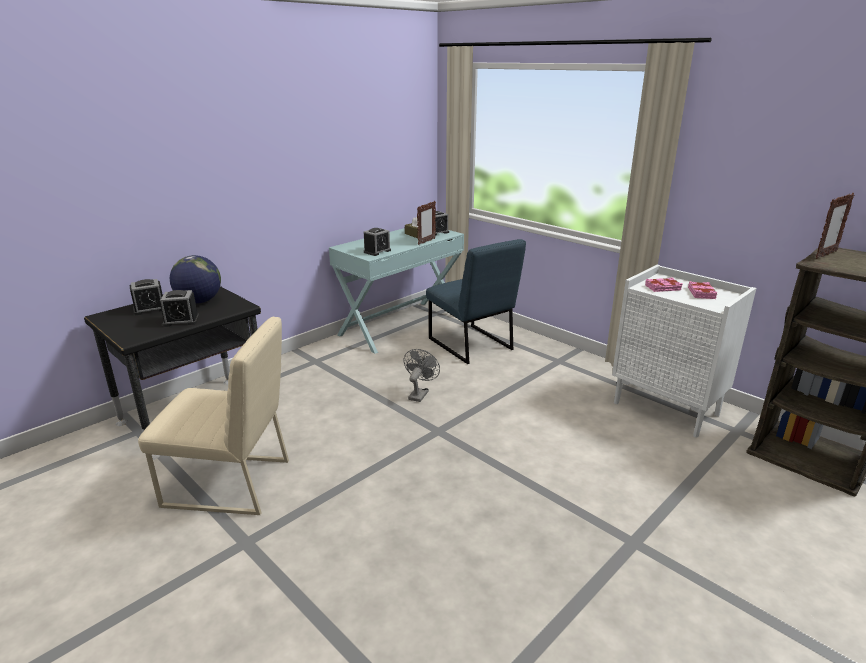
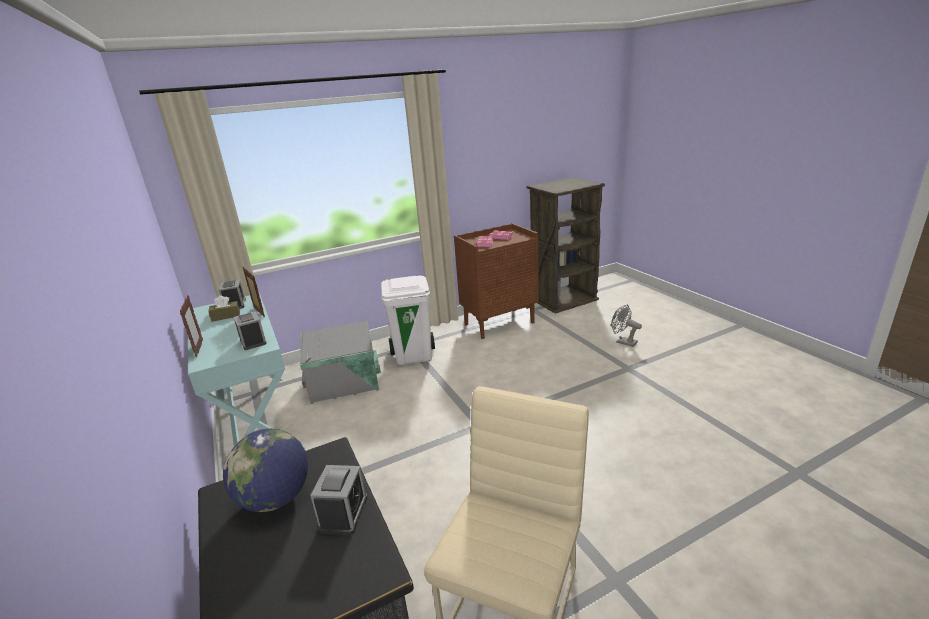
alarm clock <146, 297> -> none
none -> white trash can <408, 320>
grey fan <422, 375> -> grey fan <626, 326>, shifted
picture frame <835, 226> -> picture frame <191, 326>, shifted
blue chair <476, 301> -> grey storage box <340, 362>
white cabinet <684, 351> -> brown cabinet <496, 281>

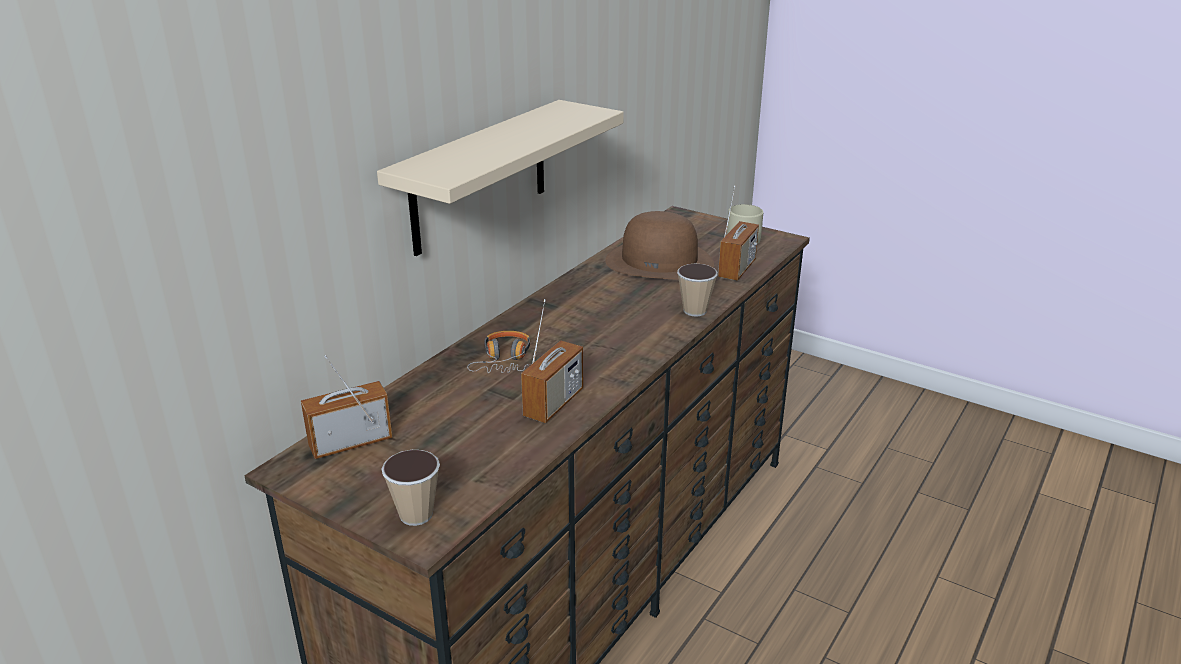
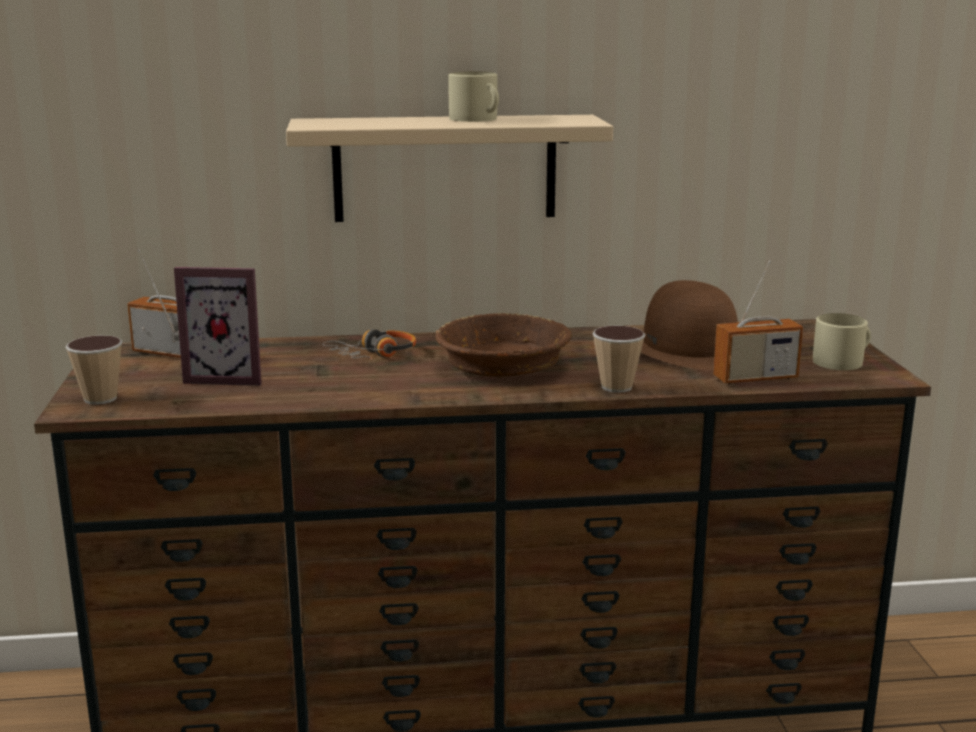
radio <552, 361> -> none
none -> picture frame <217, 326>
none -> brown bowl <503, 345>
none -> beige mug <473, 96>

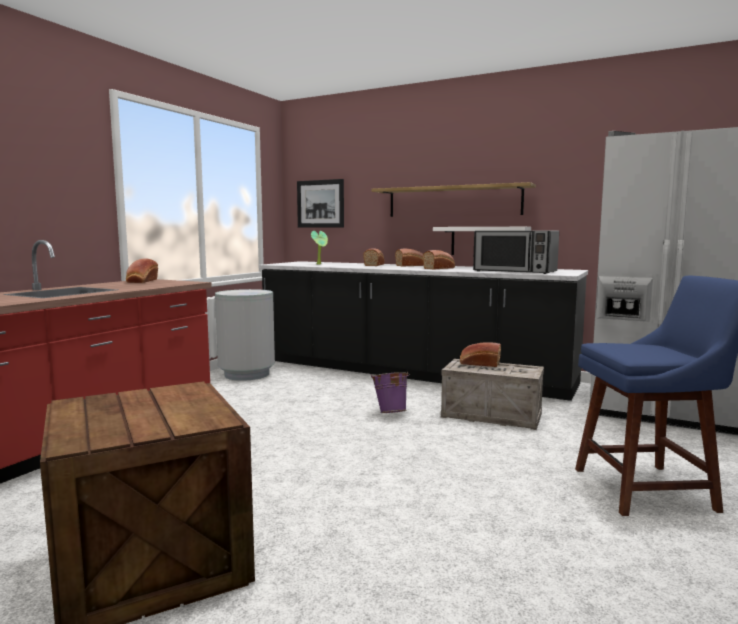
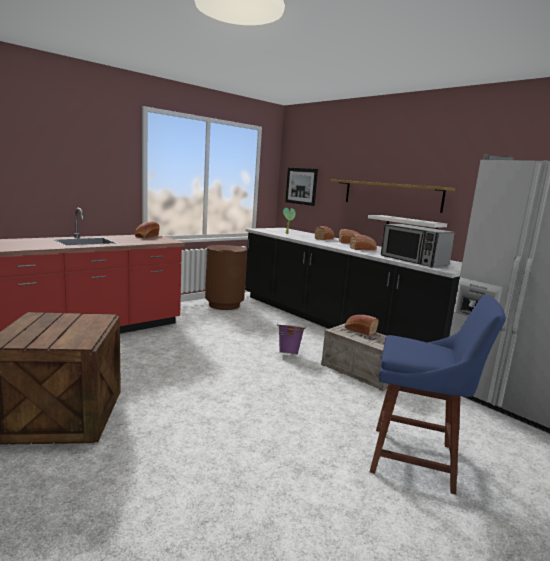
grey trash can <245, 335> -> brown trash can <226, 277>

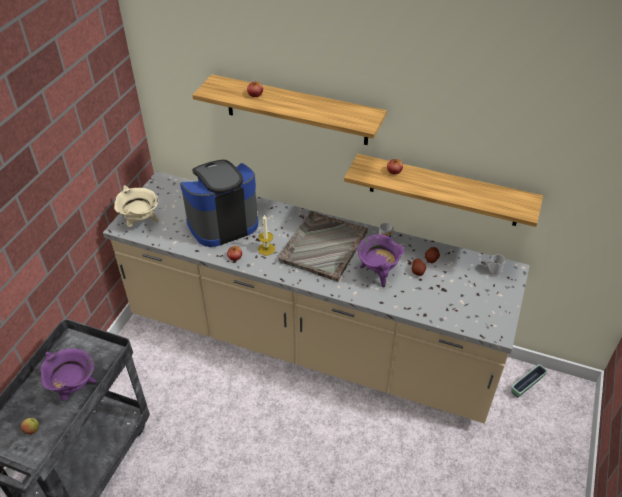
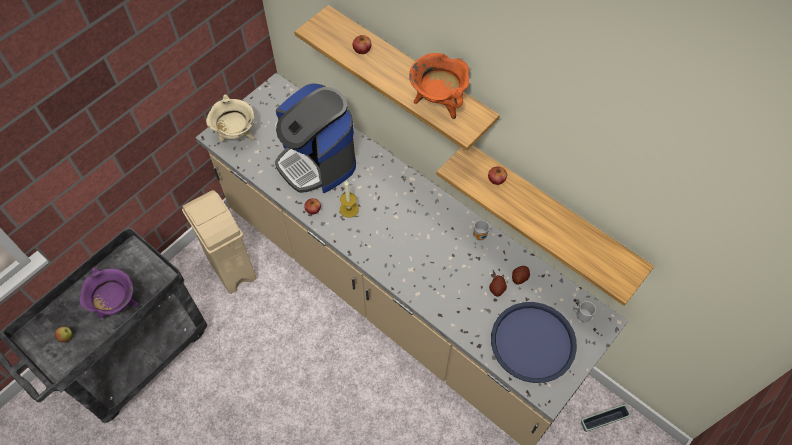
grey tray <323, 246> -> none
purple cooking pot <380, 260> -> none
none -> beige trash can <219, 242>
none -> orange cooking pot <439, 86>
none -> blue tray <534, 342>
coffee machine <219, 203> -> coffee machine <315, 138>, 120 degrees counterclockwise

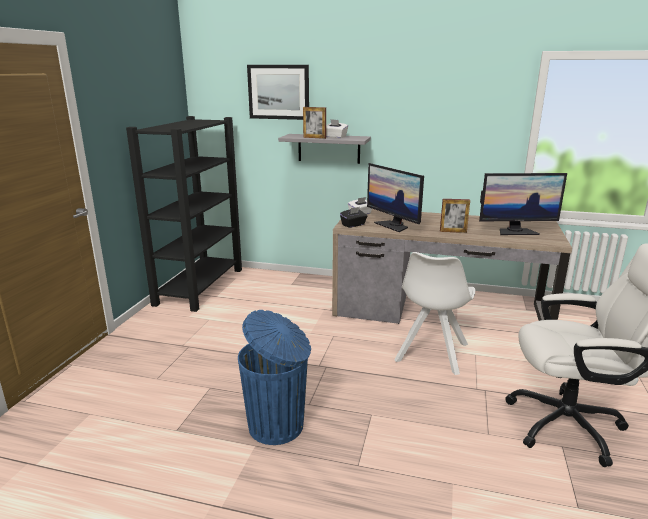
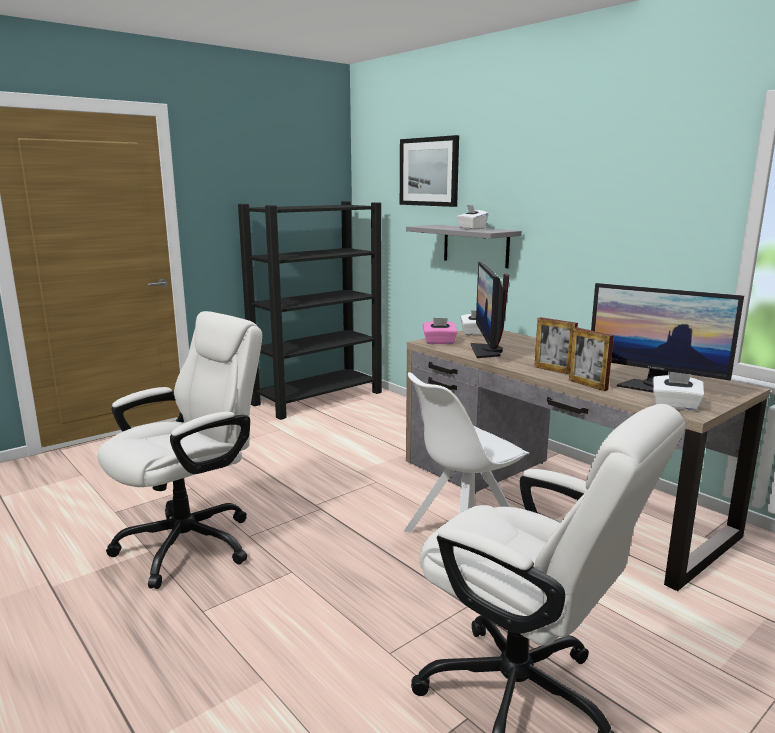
none -> white tissue box <678, 391>
picture frame <314, 123> -> picture frame <591, 359>, shifted
blue trash can <274, 377> -> white office chair <179, 450>
black tissue box <353, 217> -> pink tissue box <440, 331>

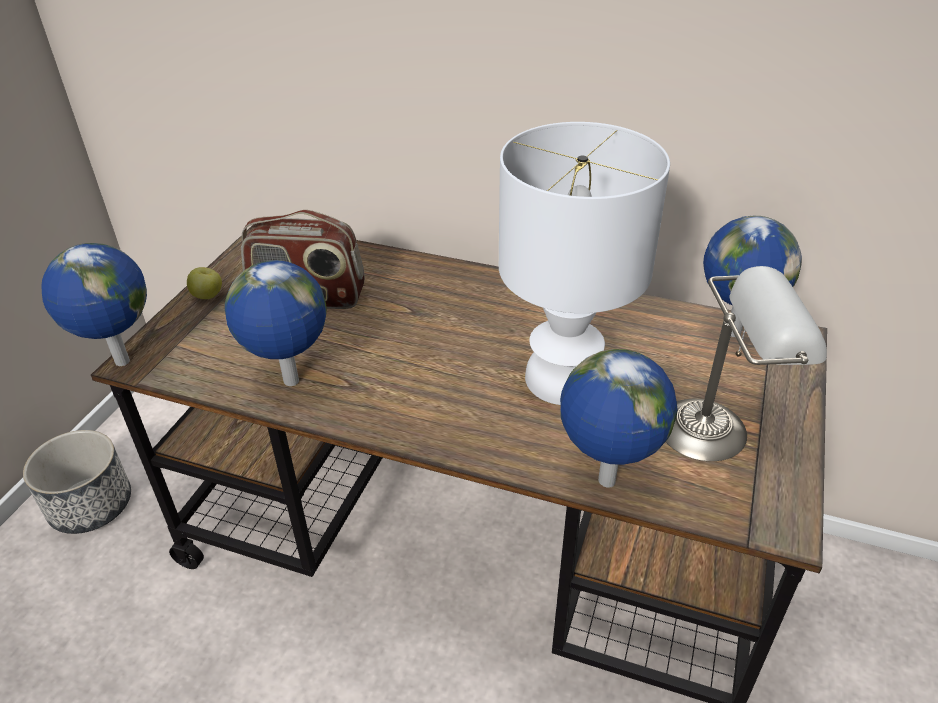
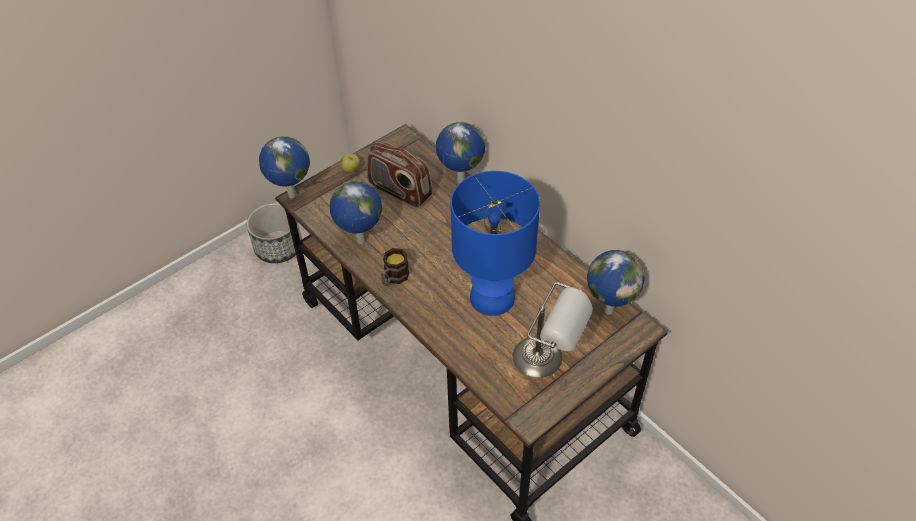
none -> mug <395, 267>
globe <618, 418> -> globe <460, 152>, shifted
white table lamp <584, 263> -> blue table lamp <495, 243>

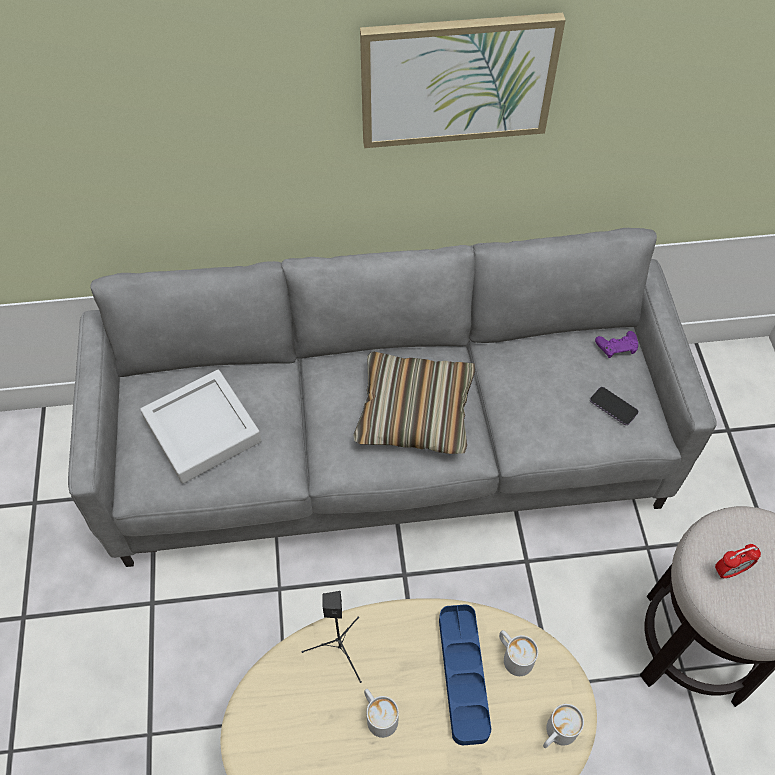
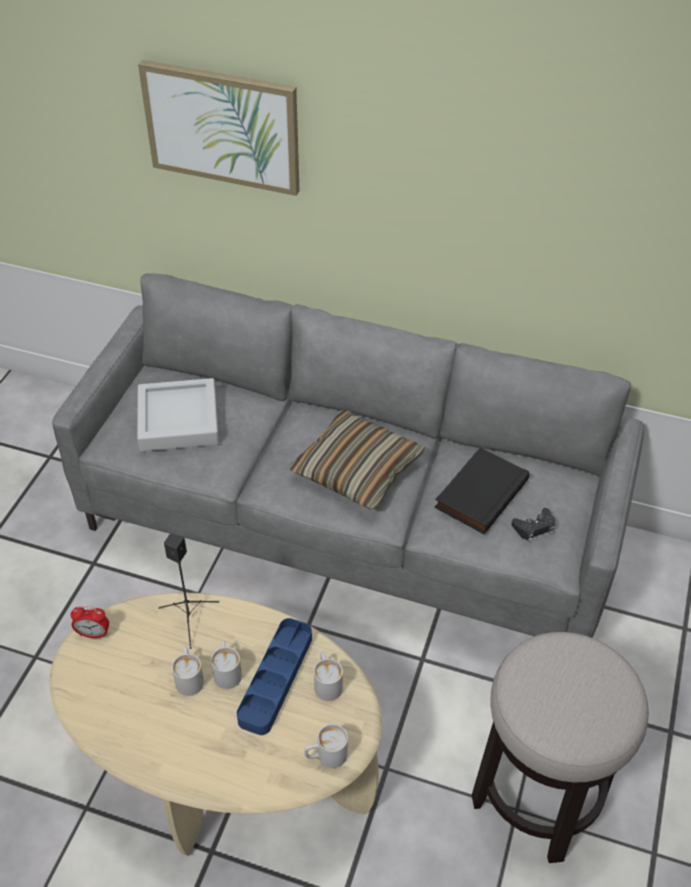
purple game controller <616, 344> -> none
none -> white mug <226, 664>
none -> black book <481, 490>
picture <463, 80> -> picture <219, 128>, shifted
alarm clock <738, 561> -> alarm clock <89, 622>, shifted
phone <614, 406> -> black game controller <533, 525>

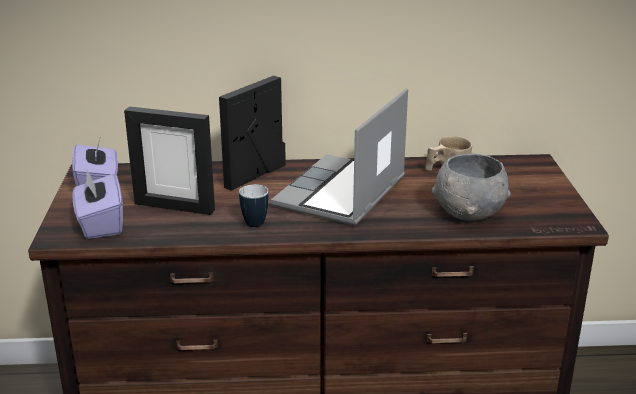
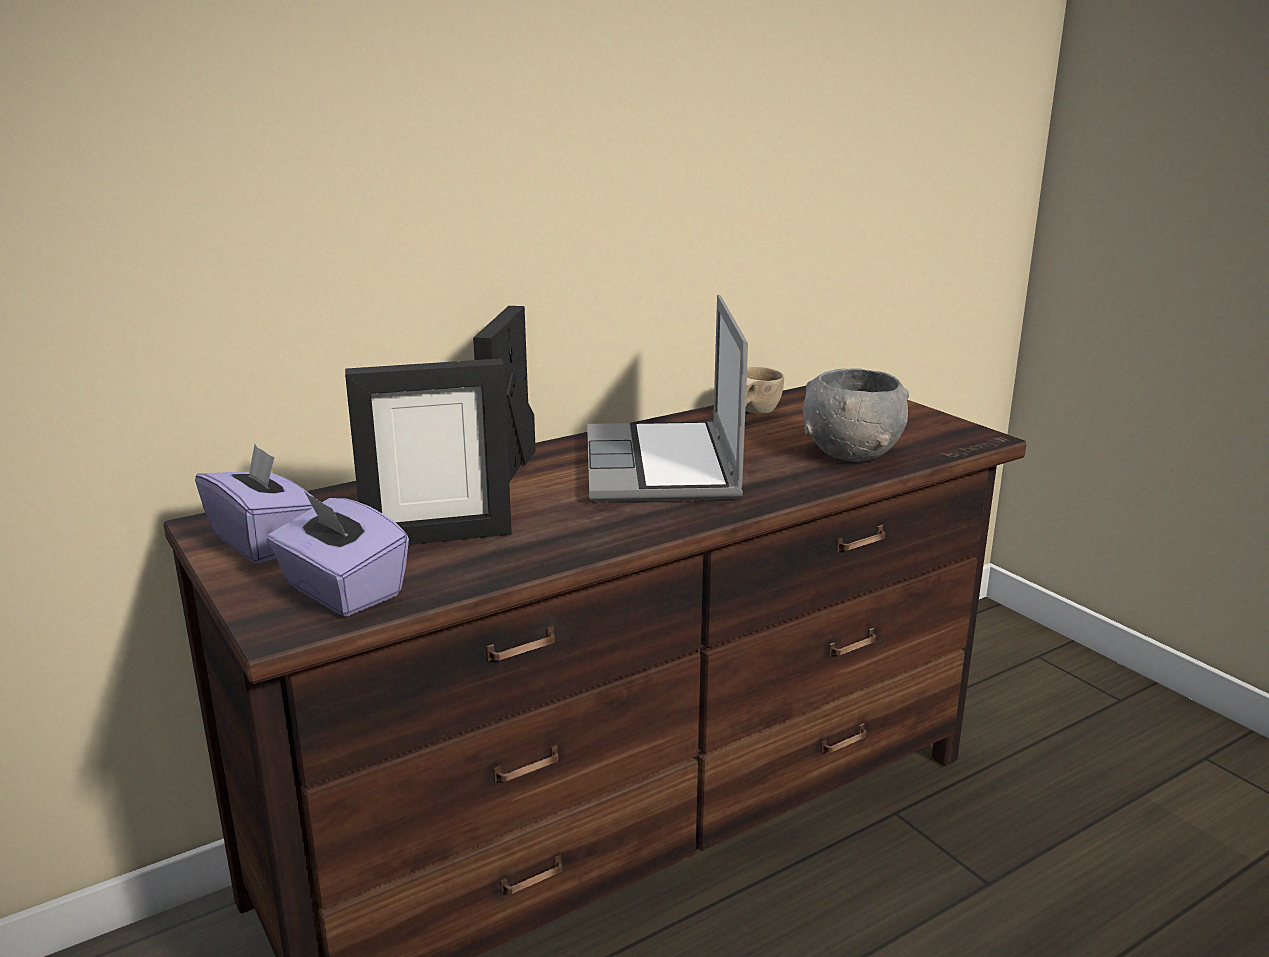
mug <254, 205> -> none

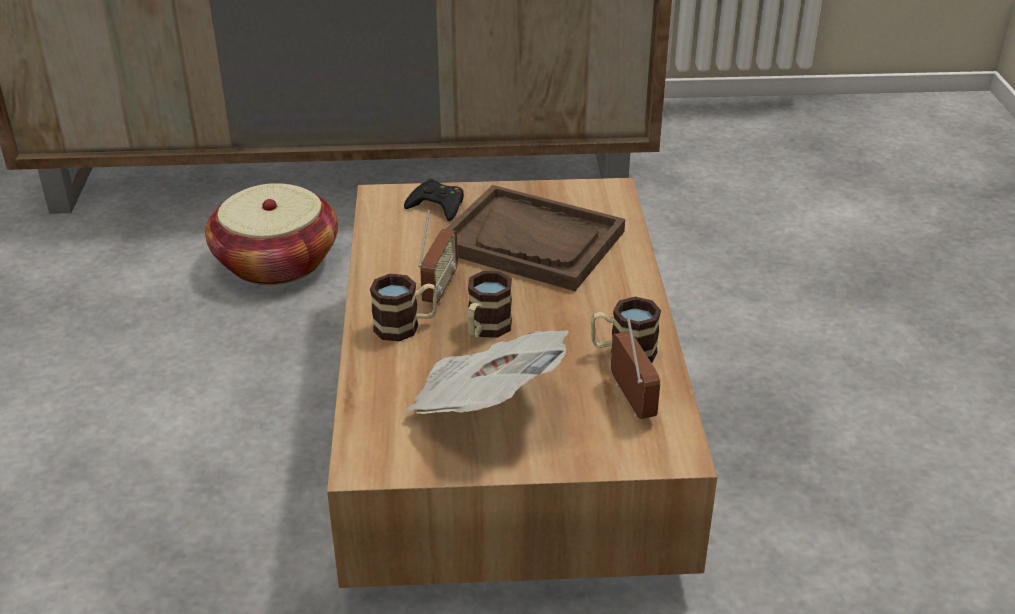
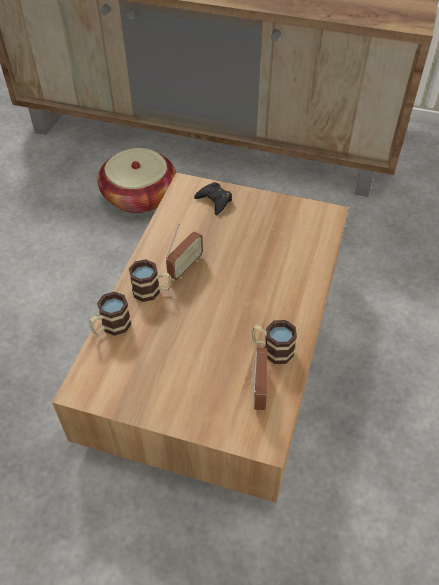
newspaper <487, 372> -> none
brown tray <535, 238> -> none
mug <489, 304> -> mug <110, 314>, shifted

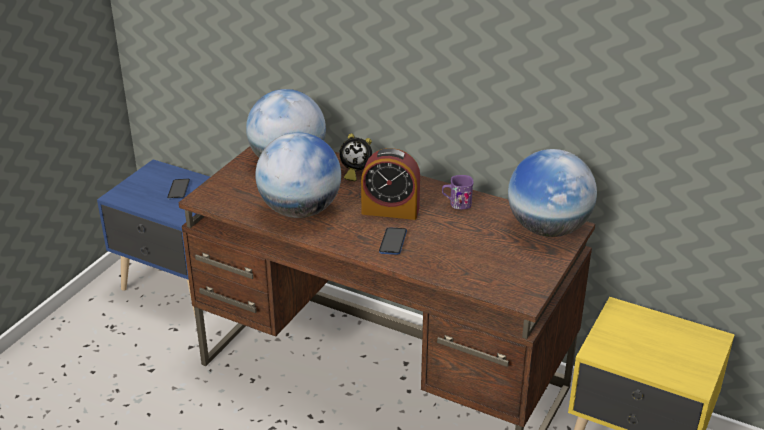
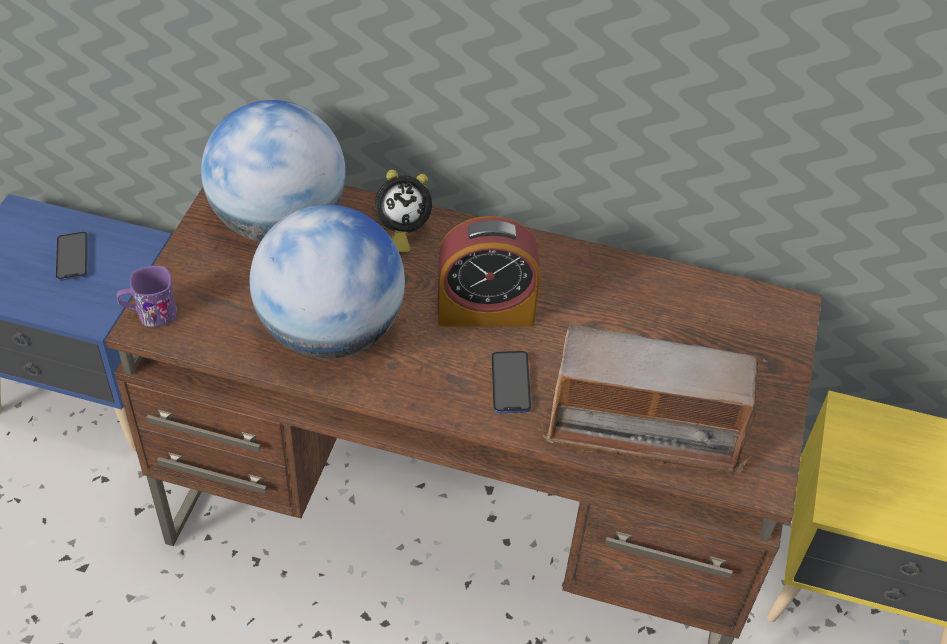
globe <552, 193> -> none
none -> radio <653, 401>
purple mug <458, 192> -> purple mug <146, 296>, shifted

